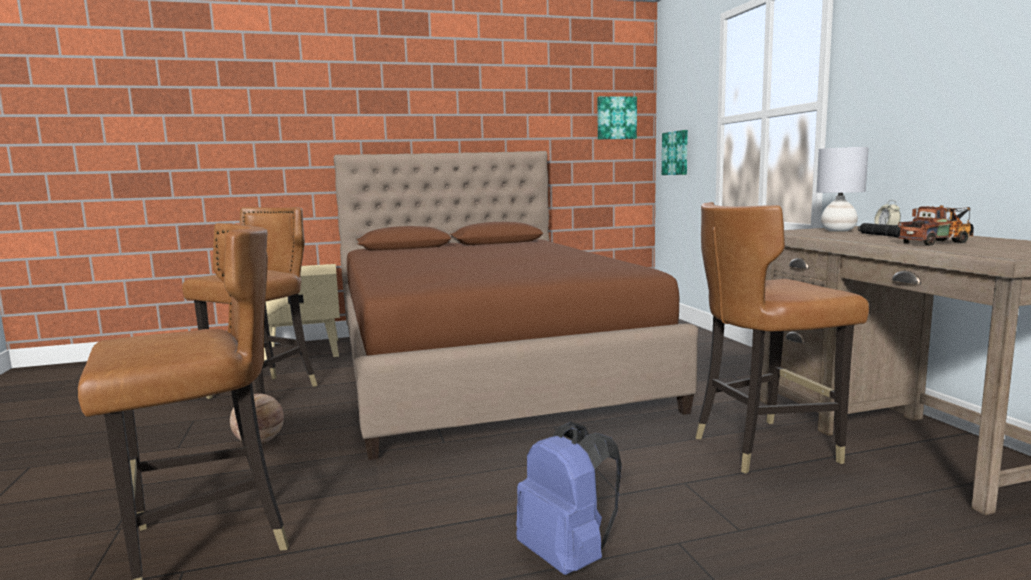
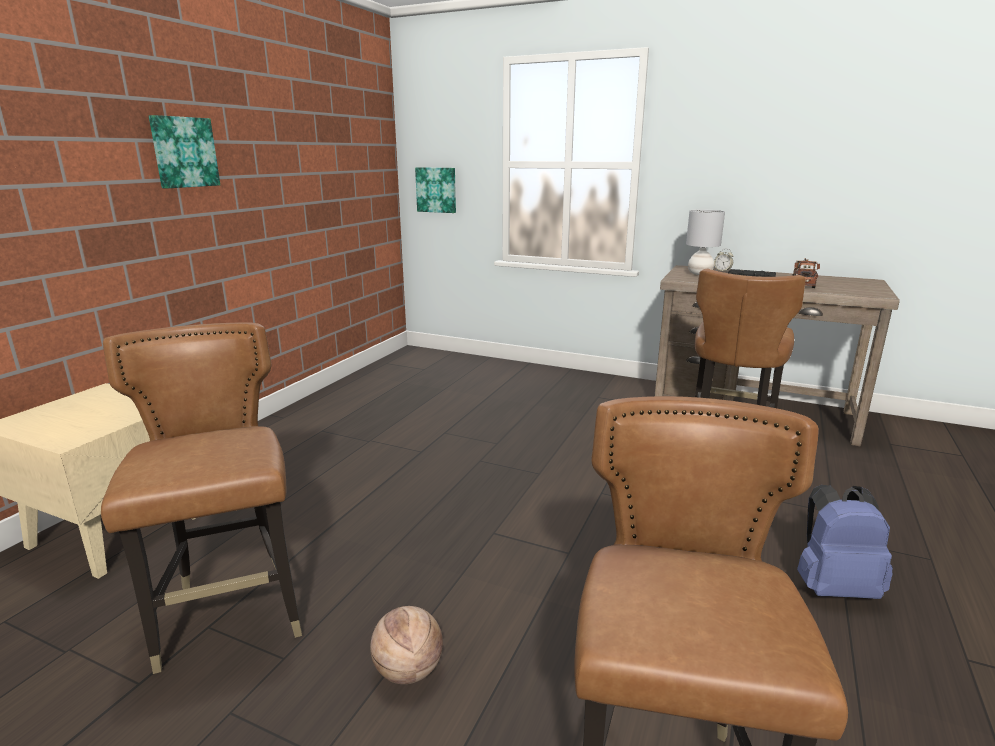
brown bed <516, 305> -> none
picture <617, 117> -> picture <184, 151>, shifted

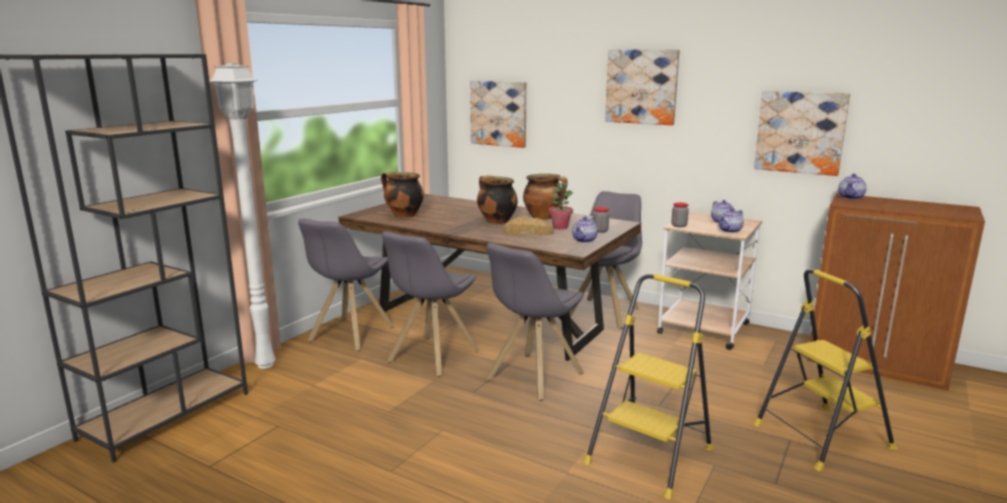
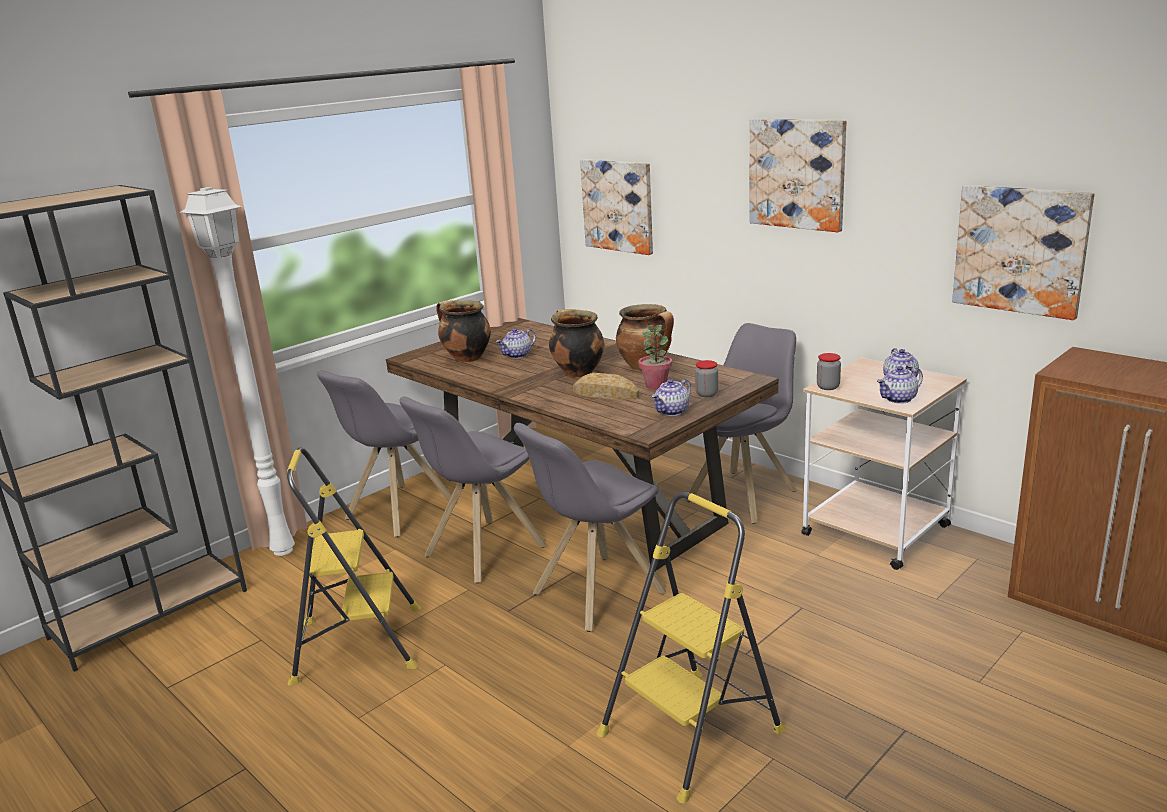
yellow step ladder <825, 370> -> yellow step ladder <354, 566>, shifted
teapot <852, 187> -> teapot <516, 343>, shifted

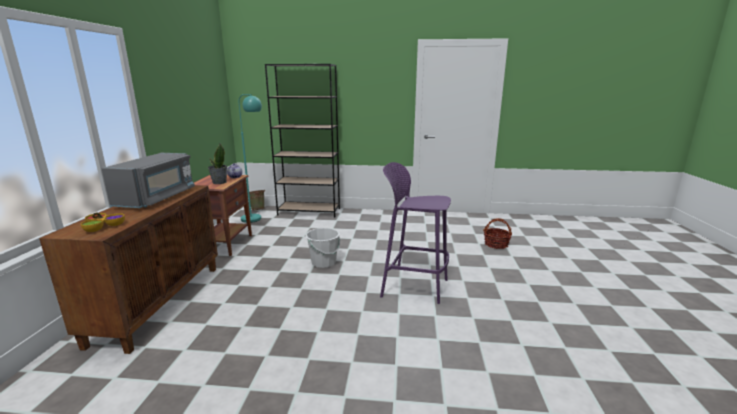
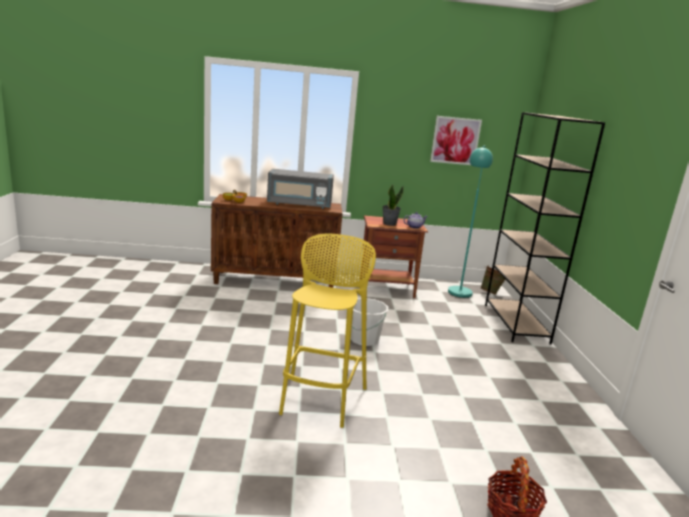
none -> picture <456, 140>
purple stool <415, 233> -> yellow stool <327, 331>

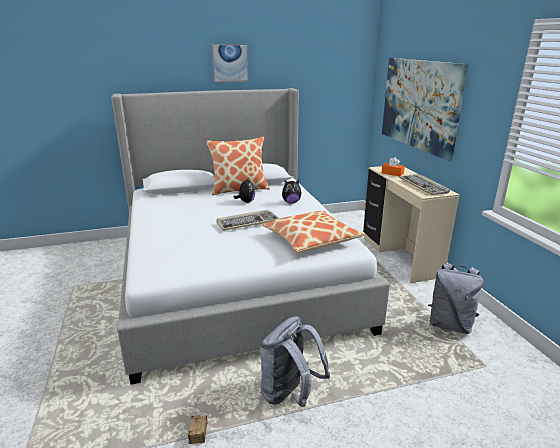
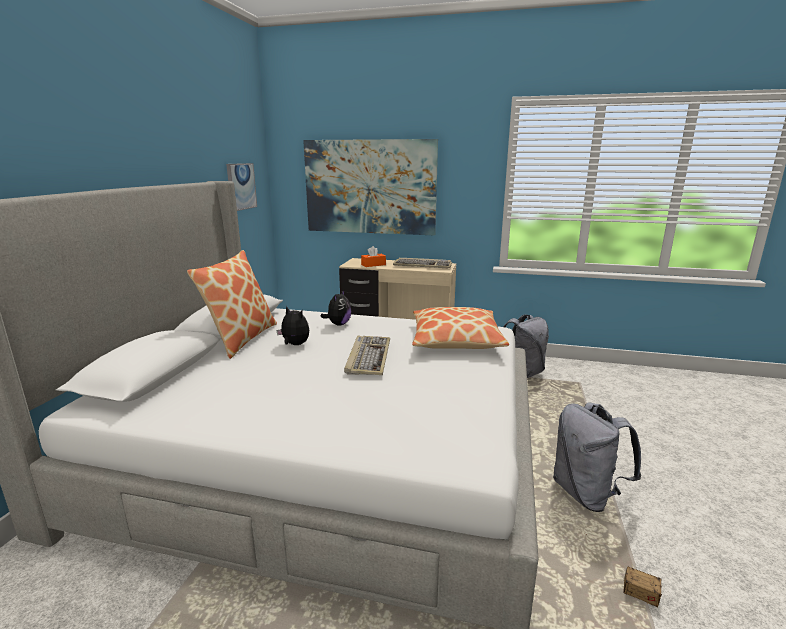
picture <230, 63> -> picture <241, 187>, shifted

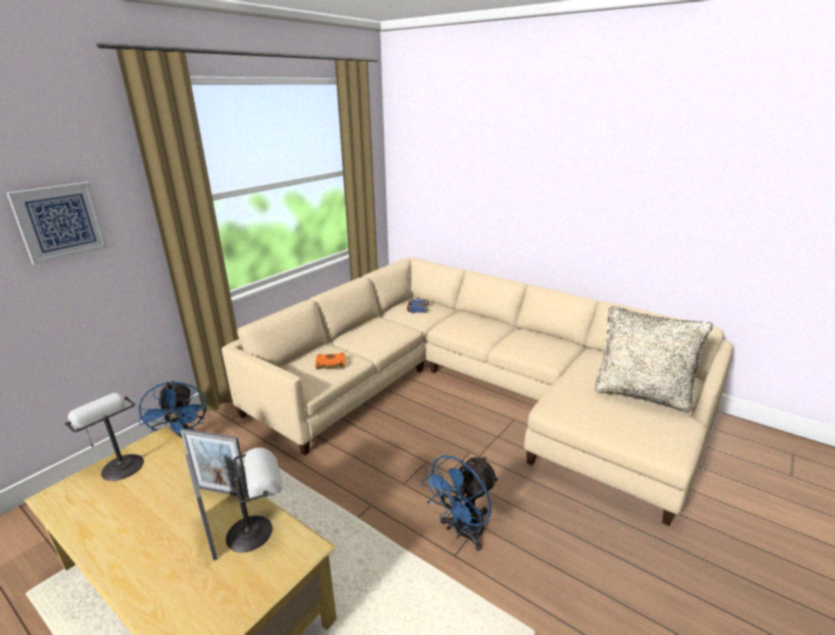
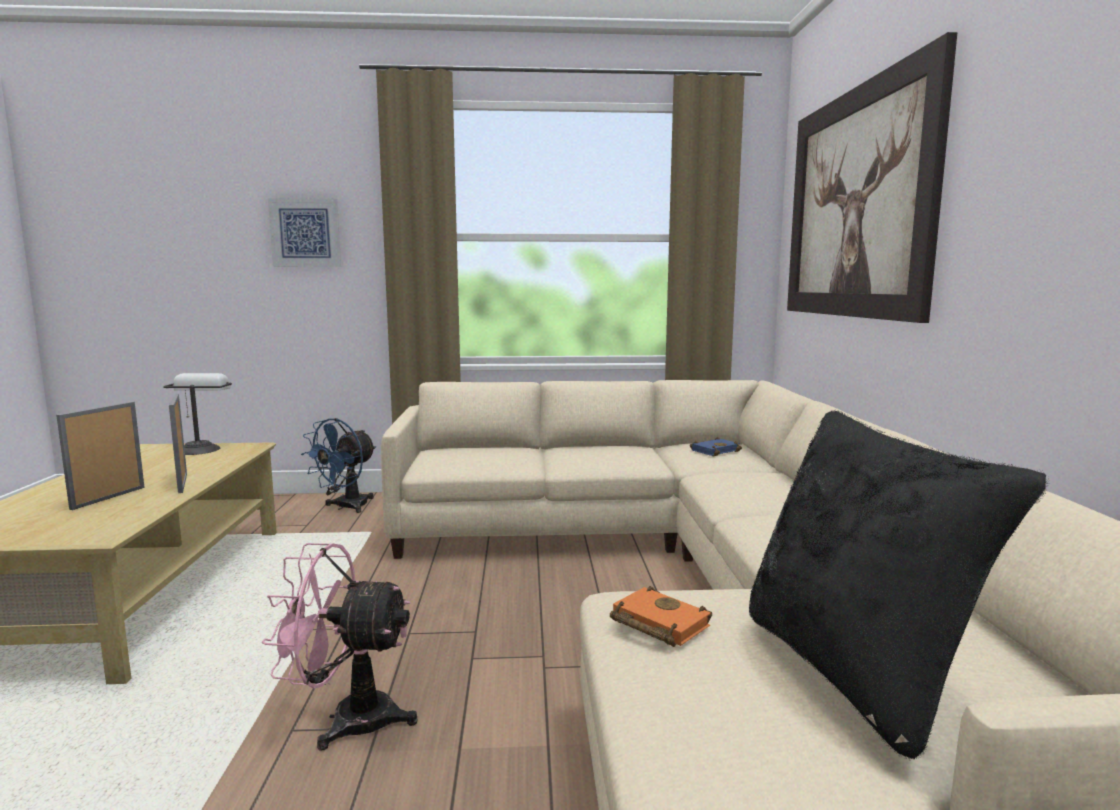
table lamp <254, 500> -> none
none -> picture <872, 177>
orange book <330, 360> -> orange book <661, 616>, shifted
blue fan <460, 503> -> pink fan <339, 647>
beige pillow <653, 359> -> black pillow <898, 585>

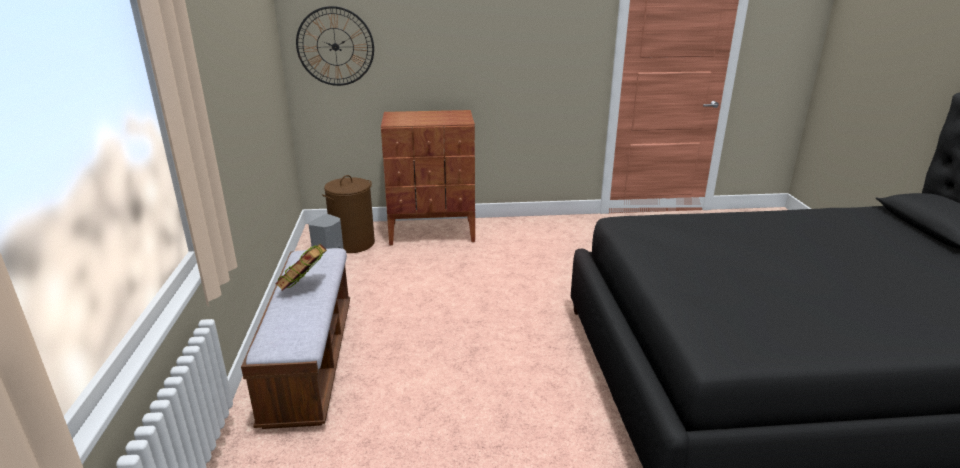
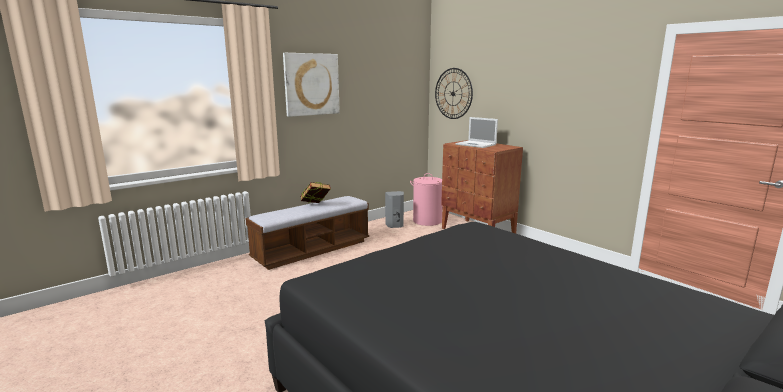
none -> picture <311, 85>
none -> laptop <477, 132>
brown laundry basket <348, 214> -> pink laundry basket <426, 199>

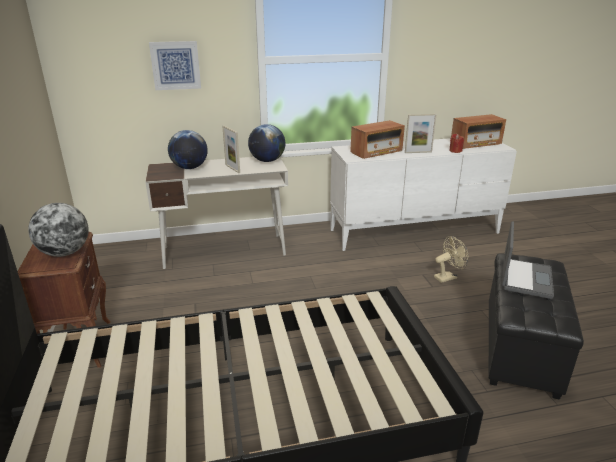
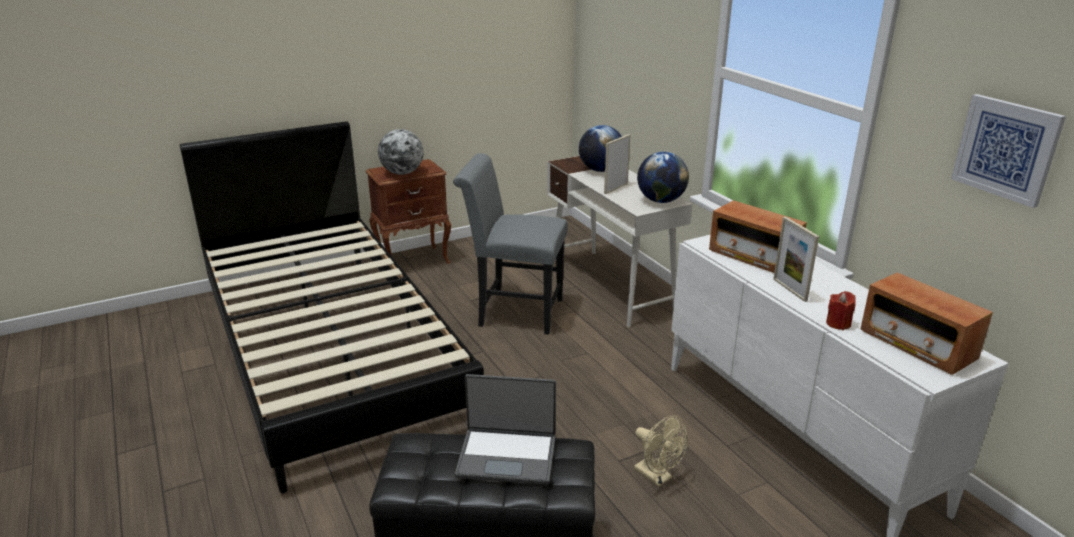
none -> grey chair <510, 244>
picture <175, 65> -> picture <1008, 151>, shifted

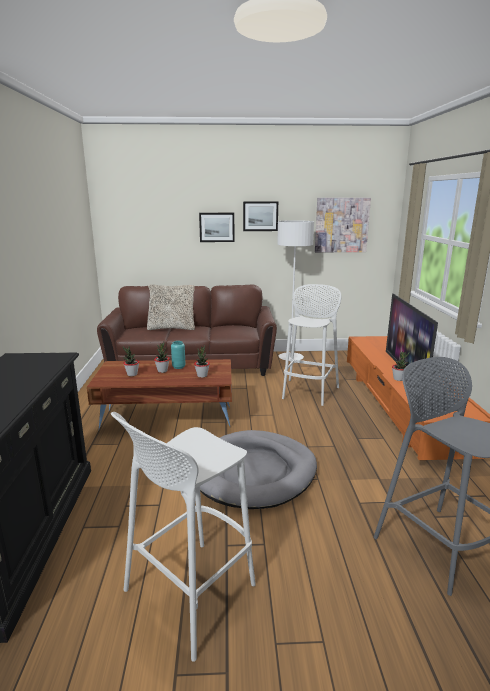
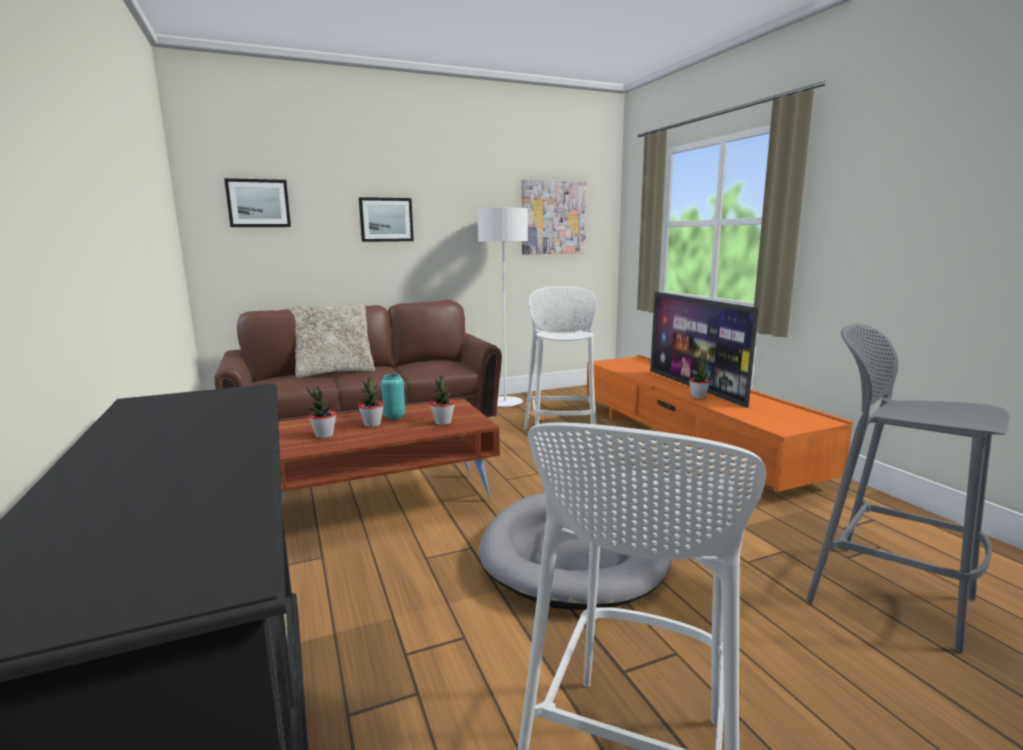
picture <260, 216> -> picture <257, 202>, shifted

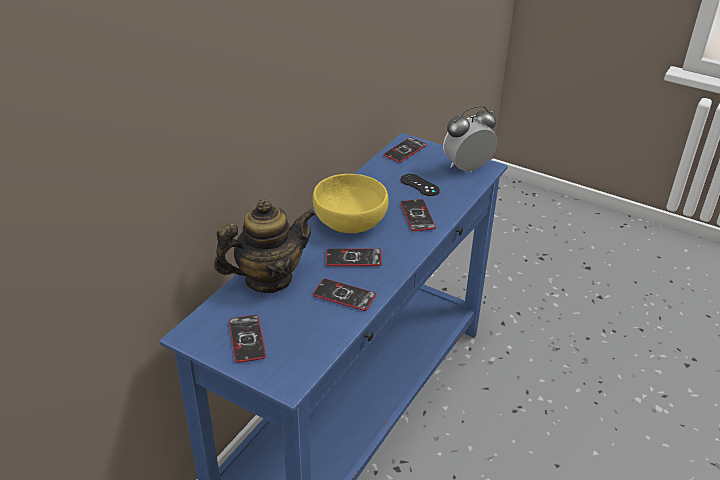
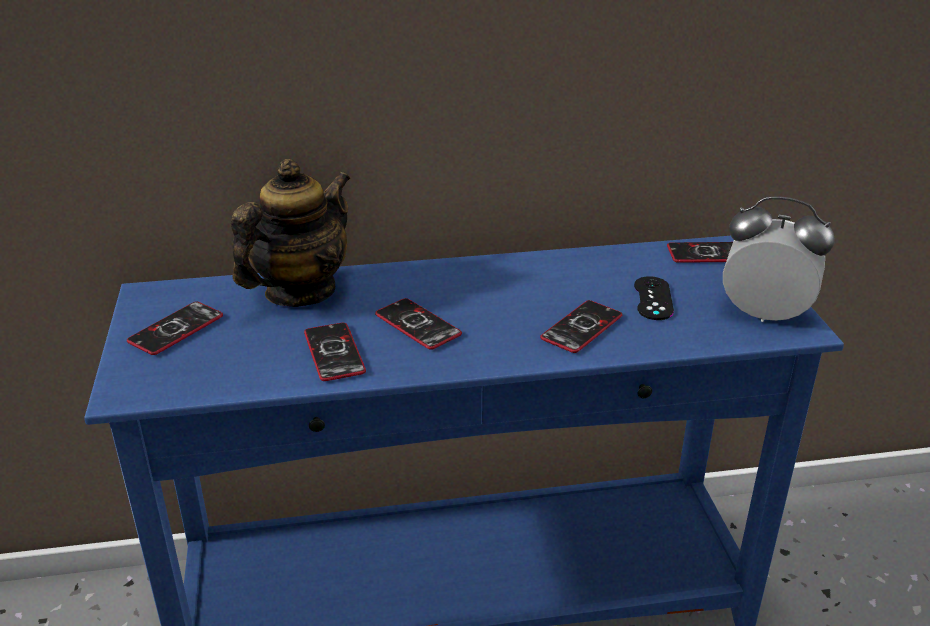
yellow bowl <350, 203> -> none
teapot <265, 246> -> teapot <291, 233>, 75 degrees counterclockwise

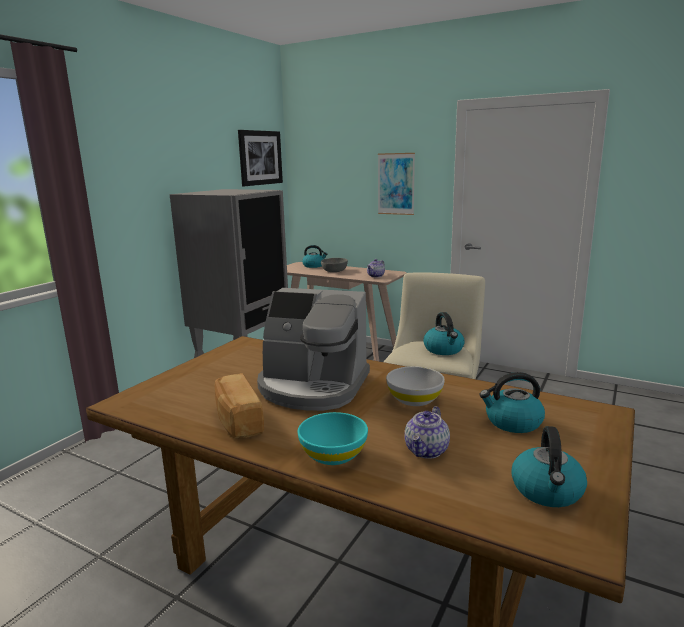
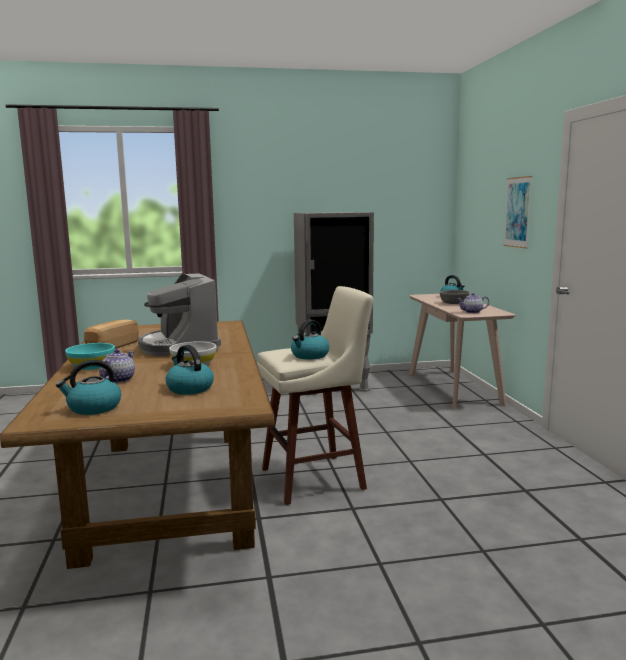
picture <260, 158> -> none
teapot <427, 432> -> teapot <117, 366>, 120 degrees clockwise

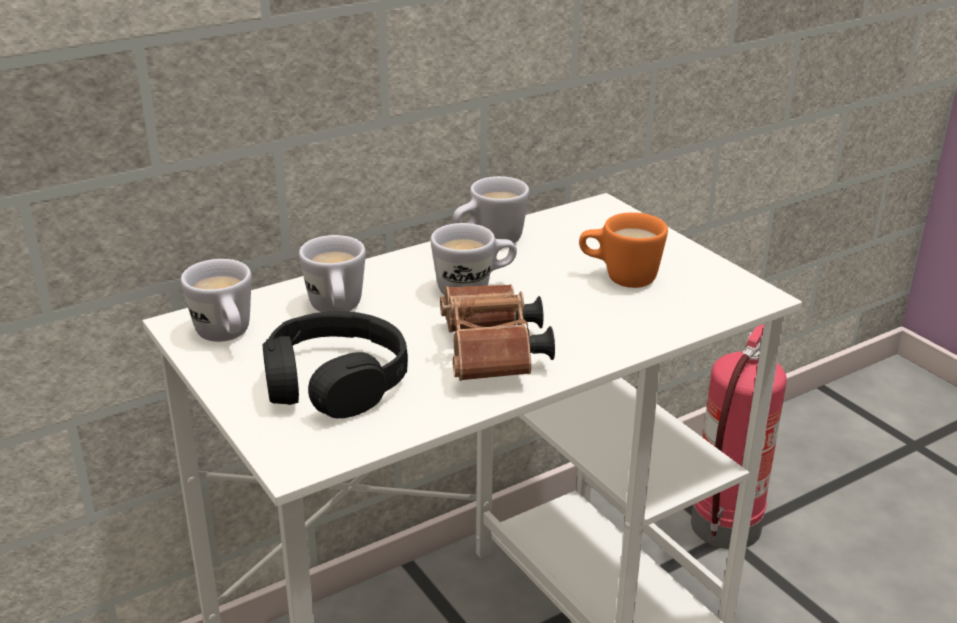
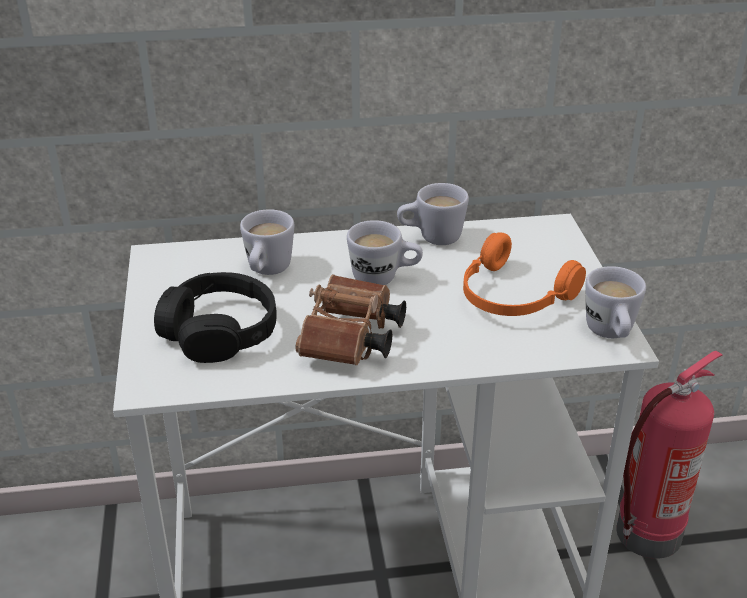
white mug <216, 300> -> white mug <616, 302>, shifted
orange mug <623, 250> -> orange headphones <524, 274>

